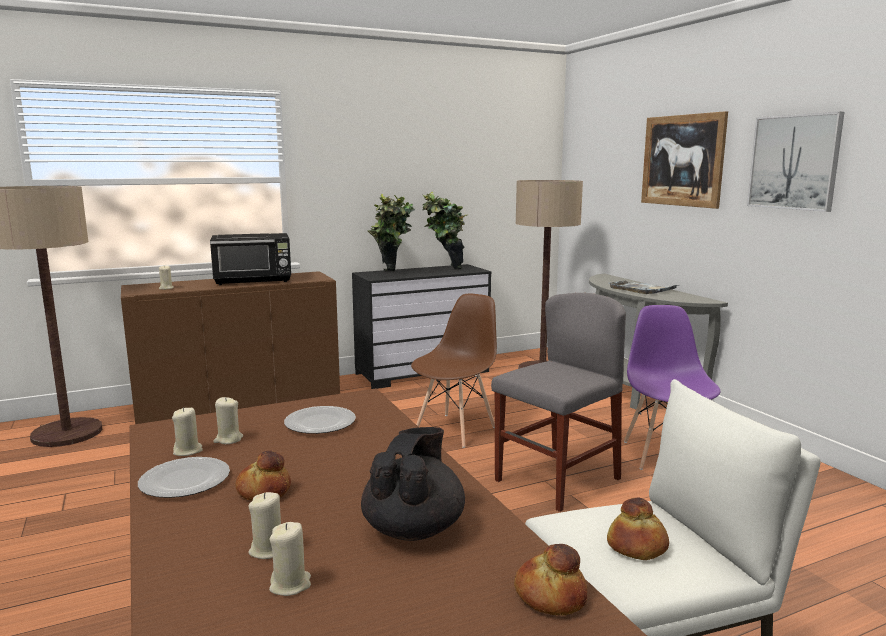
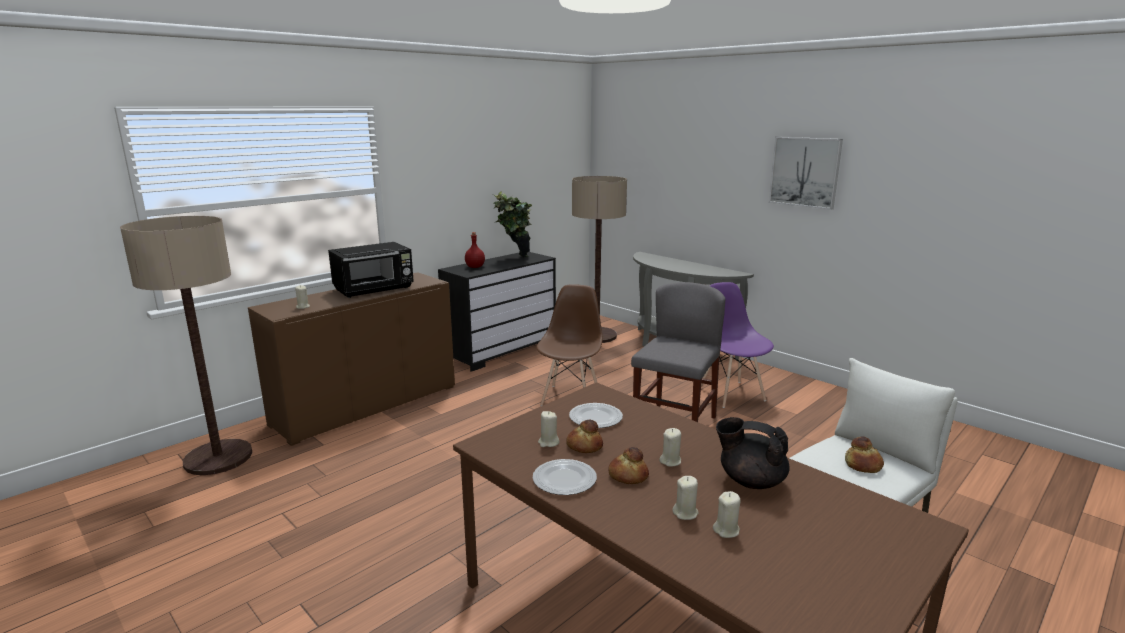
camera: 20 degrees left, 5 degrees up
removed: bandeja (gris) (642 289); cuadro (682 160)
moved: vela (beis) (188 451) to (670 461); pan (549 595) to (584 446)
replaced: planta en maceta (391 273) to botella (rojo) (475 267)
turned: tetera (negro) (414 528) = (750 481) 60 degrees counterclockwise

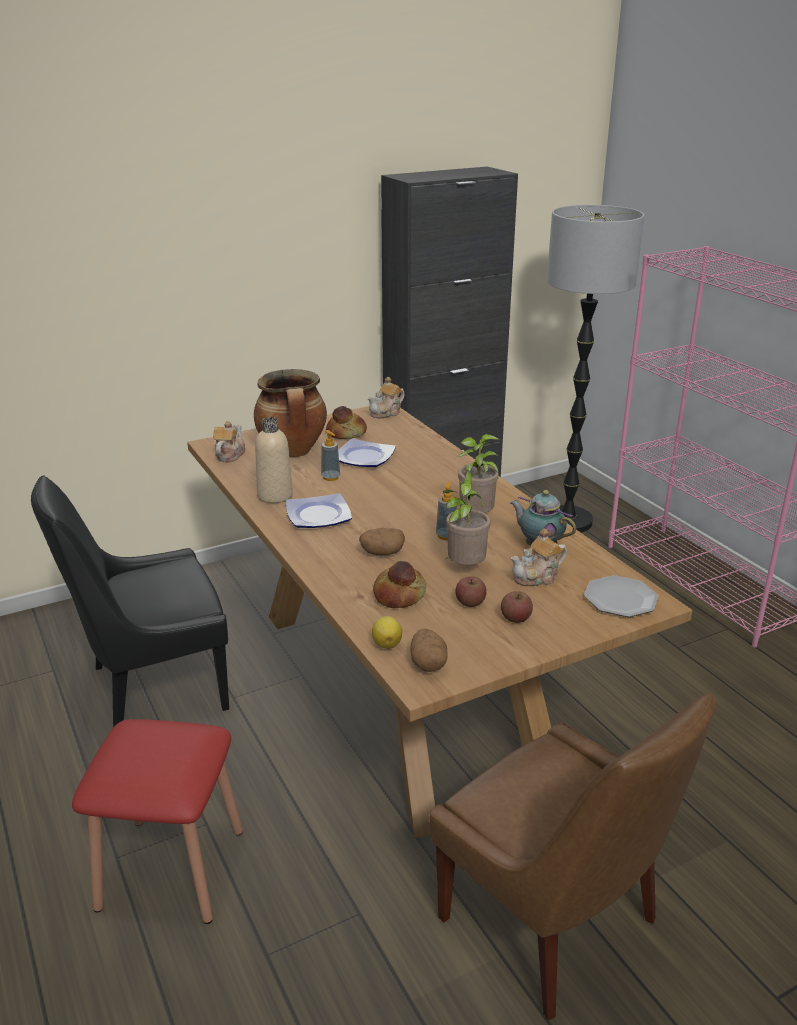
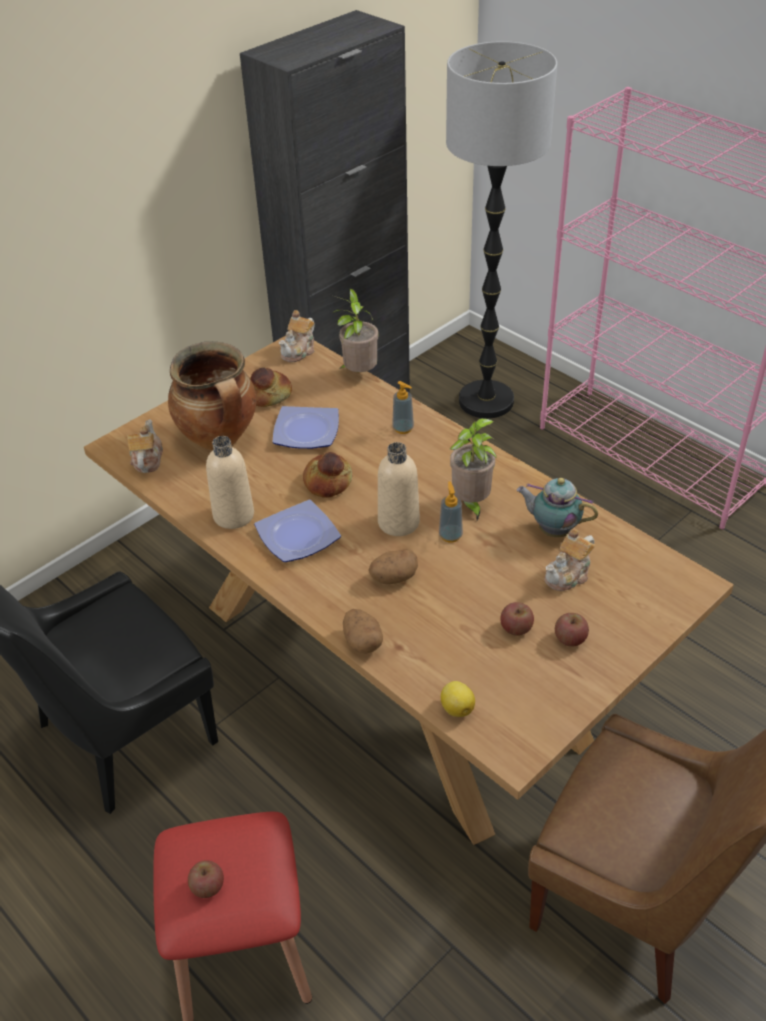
camera: 15 degrees left, 15 degrees up
removed: plato (620 598)
added: manzana (207 886); botella (beis) (398 522)
moved: dispensador de jabón (330 477) to (403 428); pan (400 595) to (328 482); patata (428 663) to (362 641); planta en maceta (464 568) to (358 373)

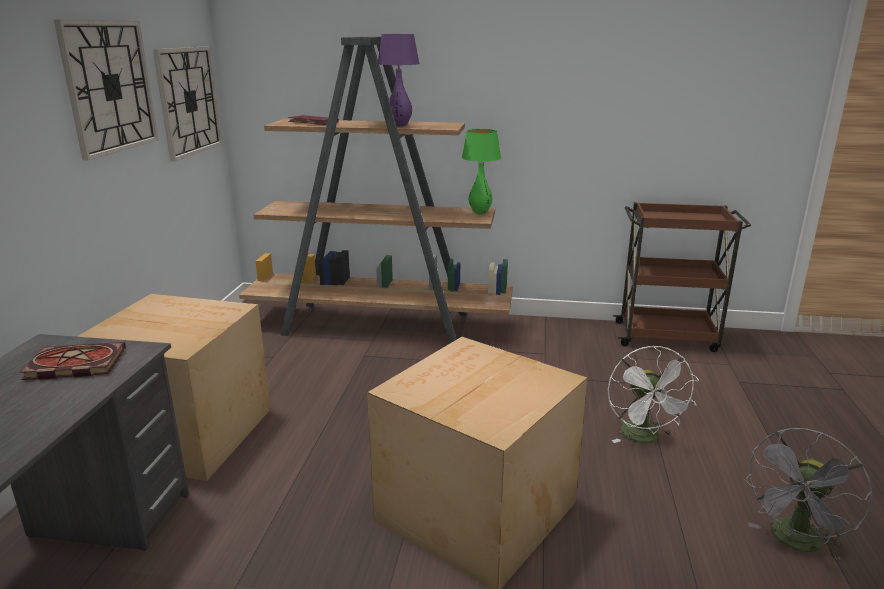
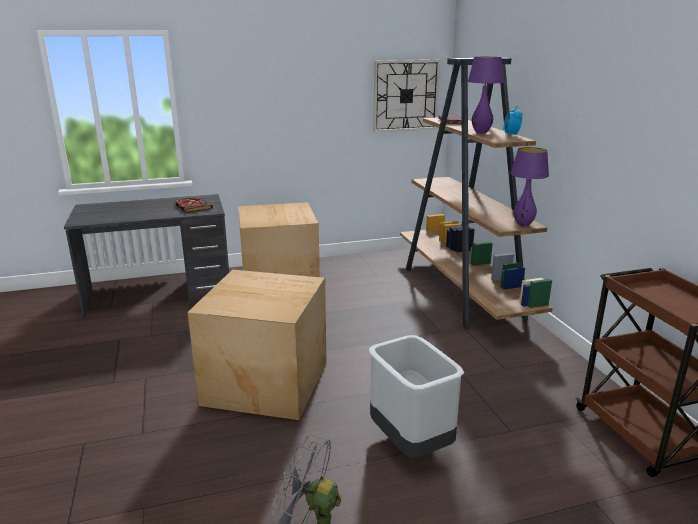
camera: 65 degrees right, 0 degrees up
removed: reloj de pared (109 87)
added: despertador (511 135)
replaced: ventilador (blanco) (645 438) to papelera (gris) (411 443)
recoloured: lámpara de mesa (verde) (479 213) to lámpara de mesa (morado) (523 225)

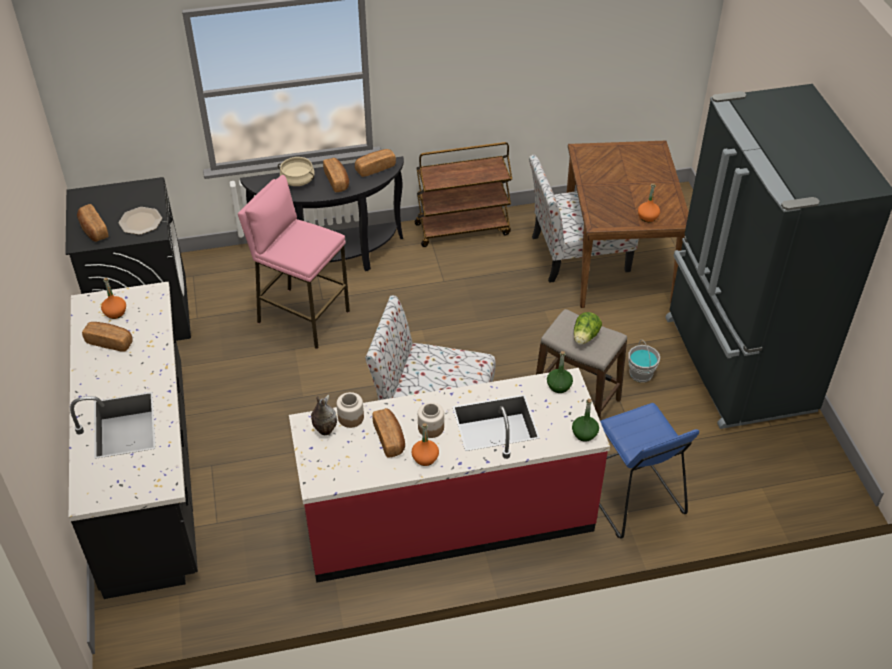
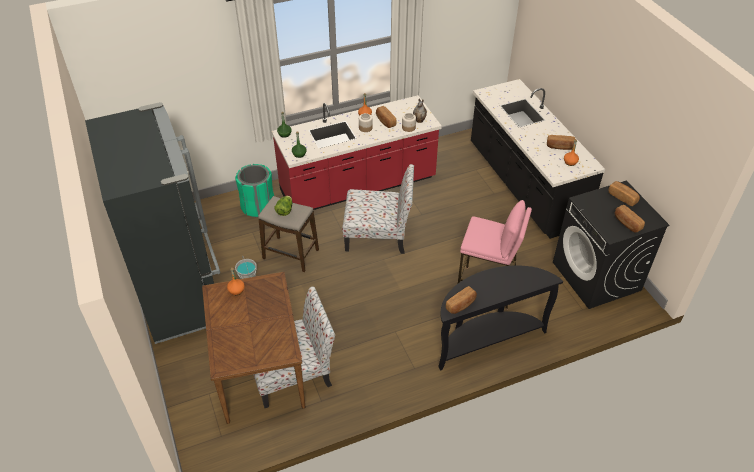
camera: 170 degrees right, 0 degrees up
removed: plato (140 222); olla (beis) (297 180); carrito (marrón) (463 228)
moved: pan (337 181) to (627 223)
replaced: taburete (azul) (633 498) to papelera (verde) (258 206)

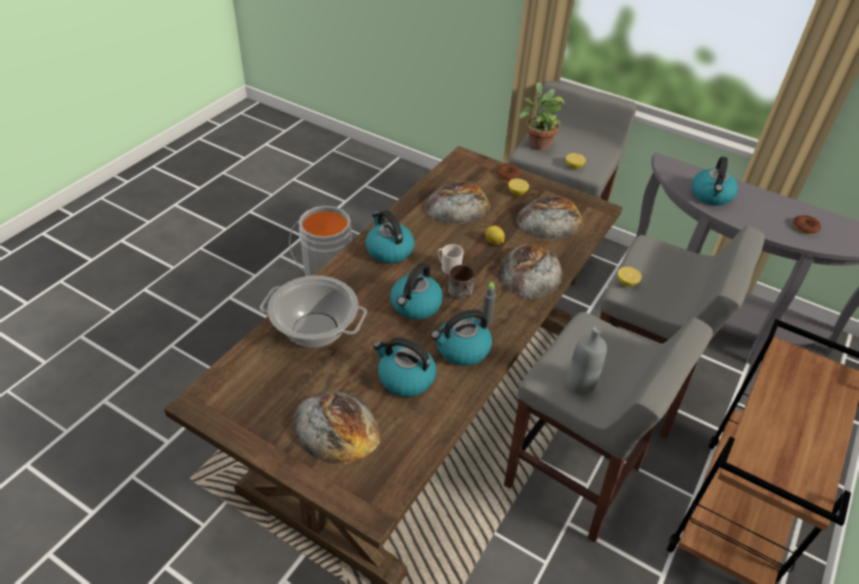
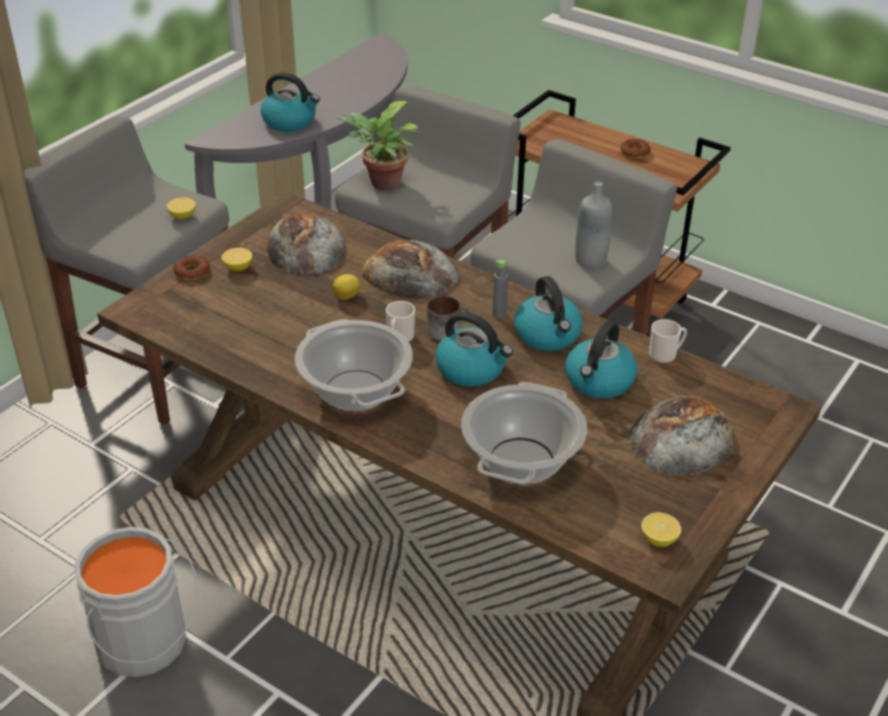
camera: 85 degrees left, 5 degrees down
removed: pan (457 205)
added: taza grande (665 354)
moved: planta en maceta (537 143) to (382 184); limón (627 282) to (659 539); rosquilla (805 227) to (634 152)
replaced: hervidor (389 250) to olla (356 391)

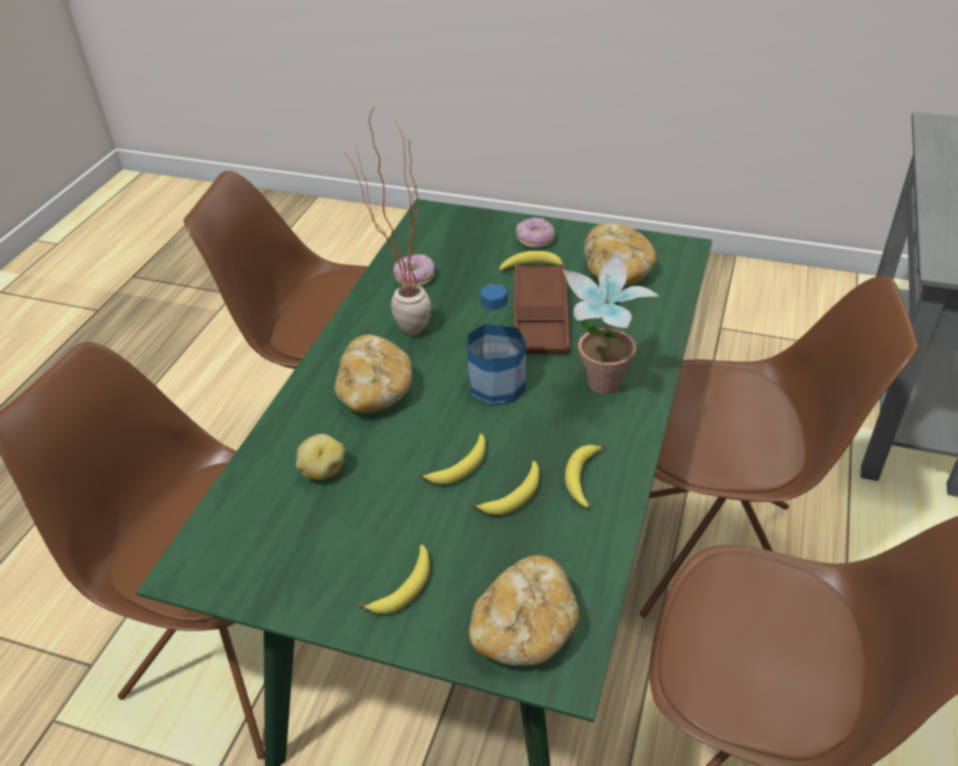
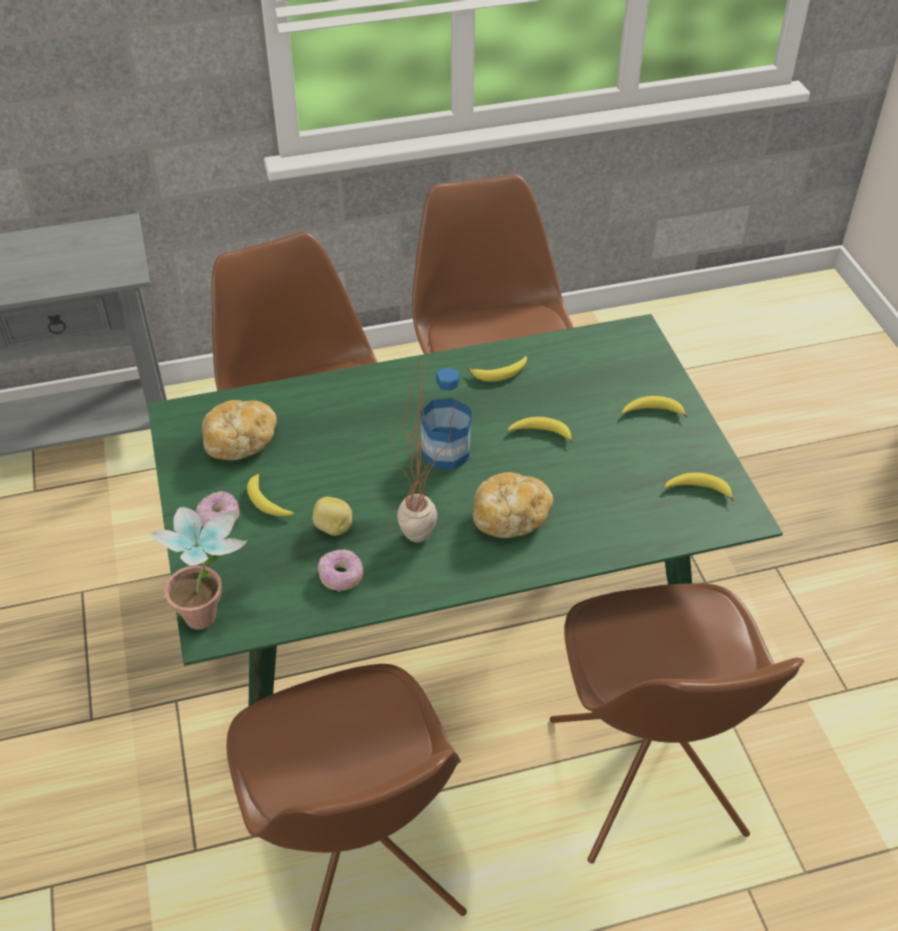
camera: 125 degrees left, 5 degrees up
removed: pan (524 630); bandeja (marrón) (540 317)
moved: patata (322 471) to (333 528); plátano (514 496) to (698 489); planta en maceta (600 392) to (213 615)

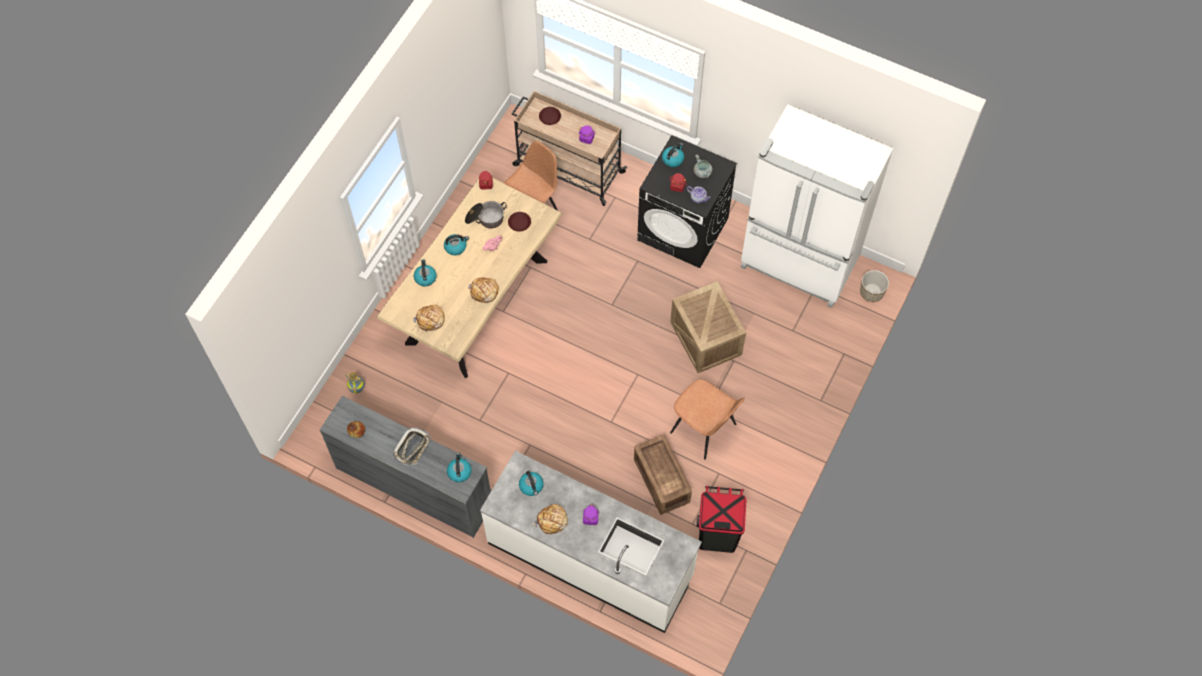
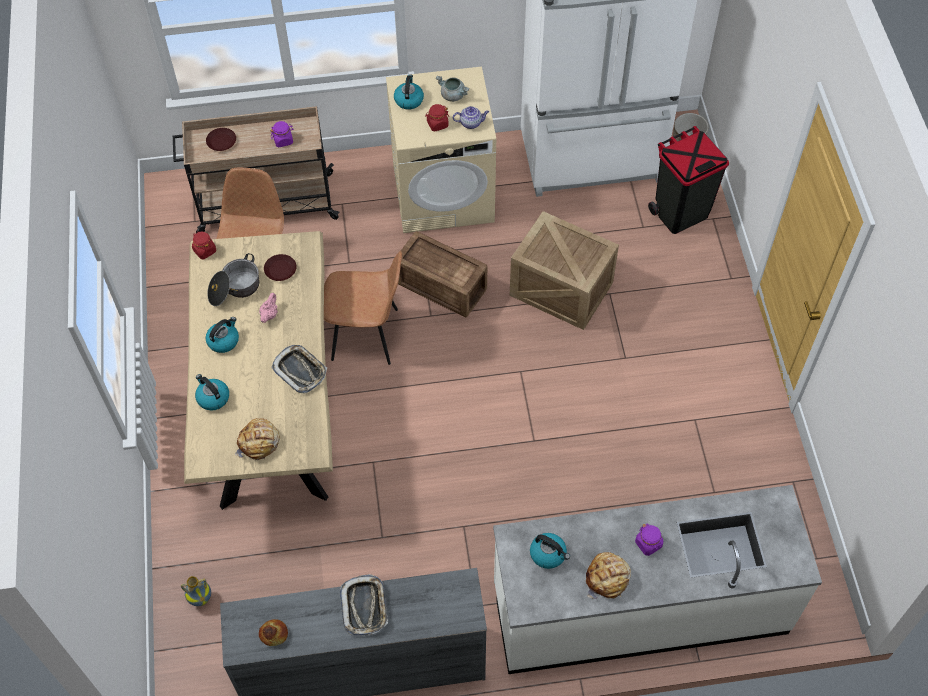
camera: 35 degrees left, 5 degrees down
removed: hervidor (459 471)
moved: caja de embalaje (662 479) to (441 284); silla (marrón) (704 429) to (367 335); papelera (negro) (717 536) to (680 213)
replaced: pan (484 292) to bandeja (300 370)
recoloured: lavadora (negro) (683 229) to lavadora (beis) (444 193)

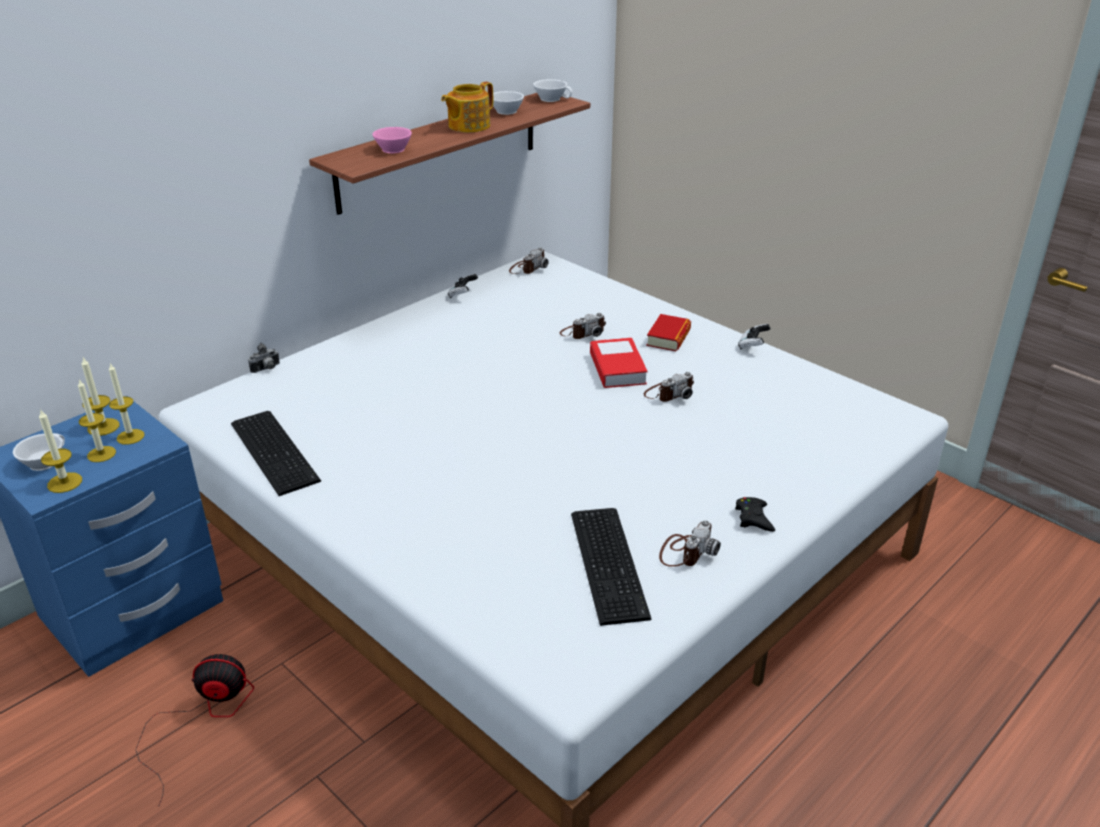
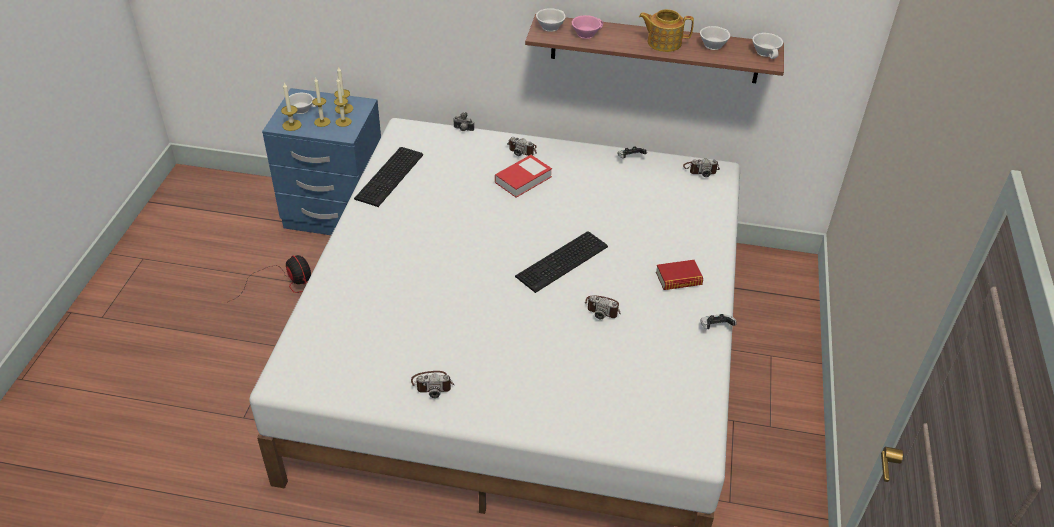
camera: 55 degrees right, 10 degrees up
removed: mando de consola (negro) (753 518)
added: taza (blanco) (550 26)
moved: cámara (583 332) to (522 149); teclado (611 562) to (564 262); libro (617 368) to (523 179)

